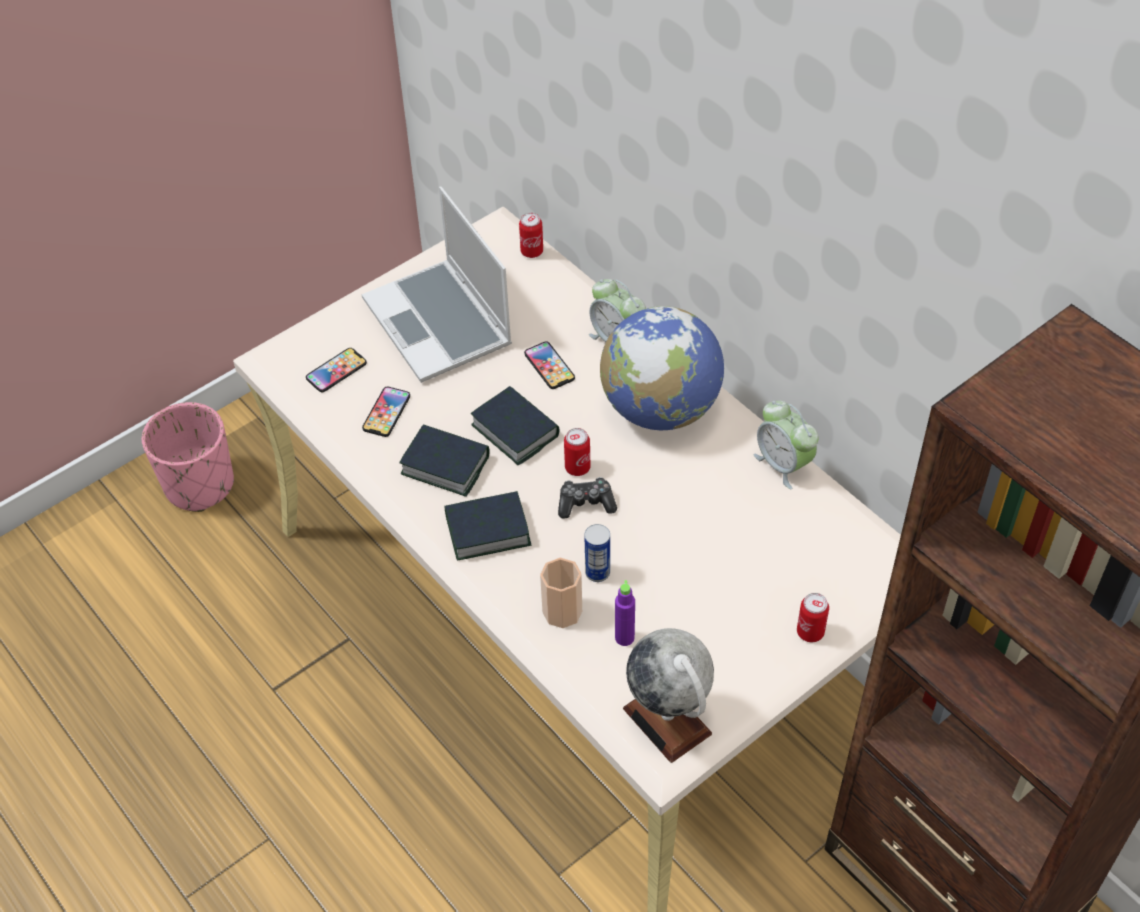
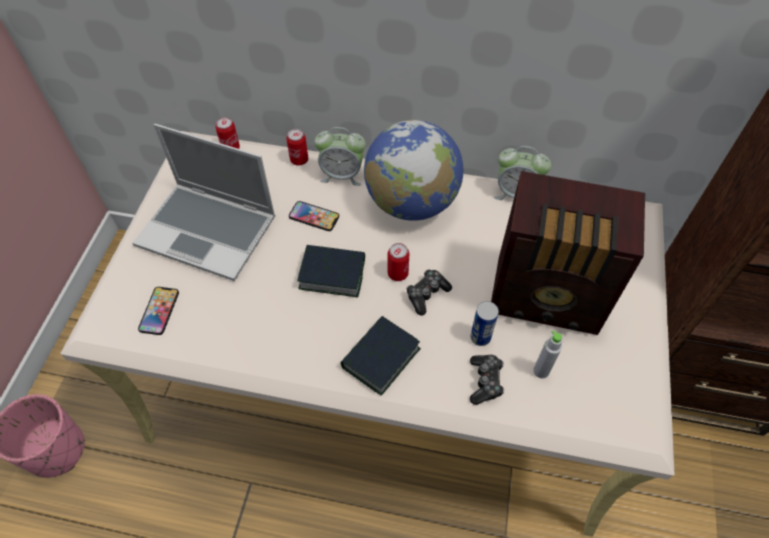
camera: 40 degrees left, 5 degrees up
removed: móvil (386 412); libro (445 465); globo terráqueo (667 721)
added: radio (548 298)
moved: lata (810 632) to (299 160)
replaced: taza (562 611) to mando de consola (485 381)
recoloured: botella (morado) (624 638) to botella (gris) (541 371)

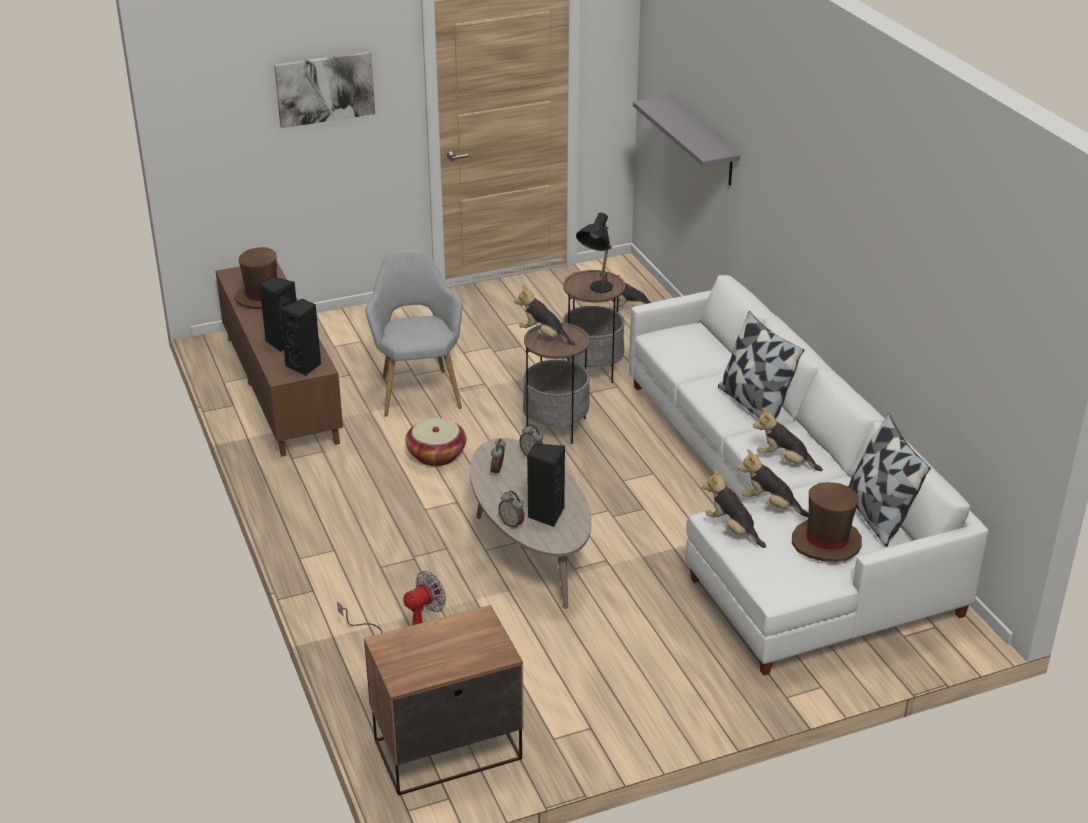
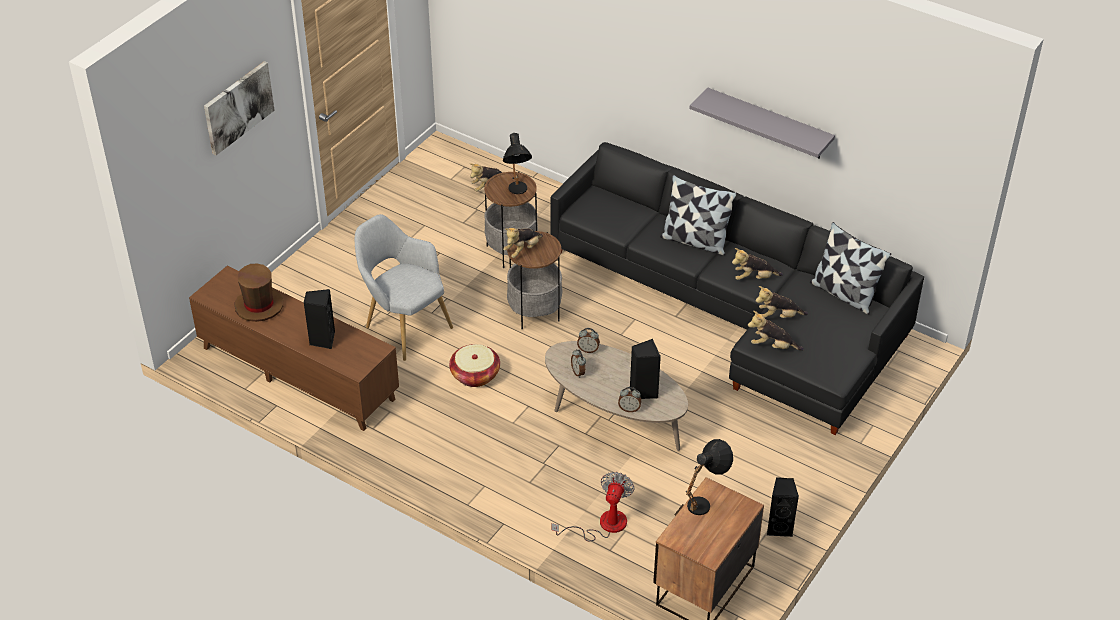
camera: 35 degrees left, 10 degrees up
removed: sombrero (marrón) (826 542)
added: lámpara de mesa (negro) (705 502)
moved: altavoz (negro) (305 366) to (779 527); estante (gris) (701 141) to (768 124)
recoloured: sofá (blanco) (778 510) to sofá (negro) (738 310)
turned: peluche (544 336) = (522 250) 45 degrees counterclockwise

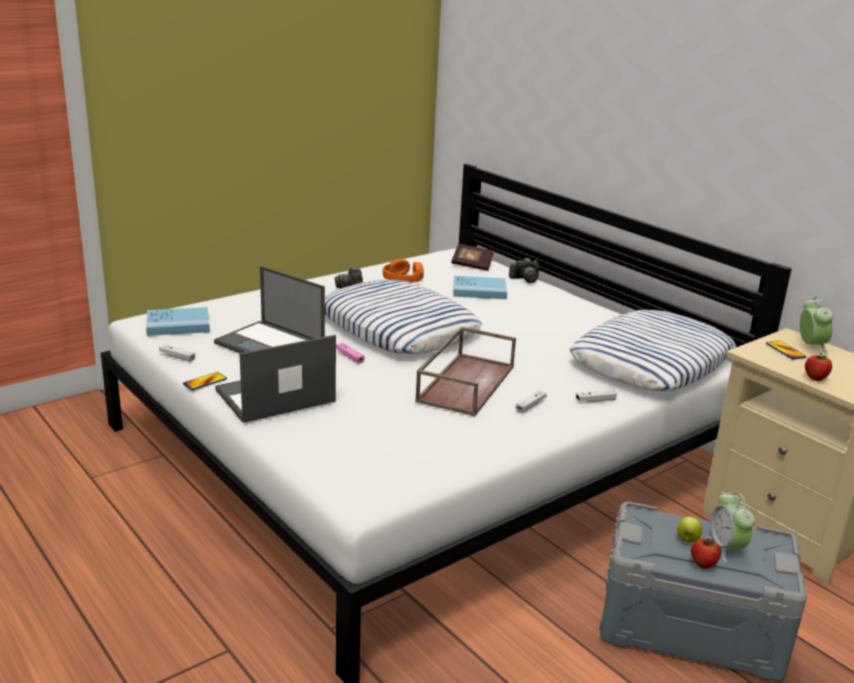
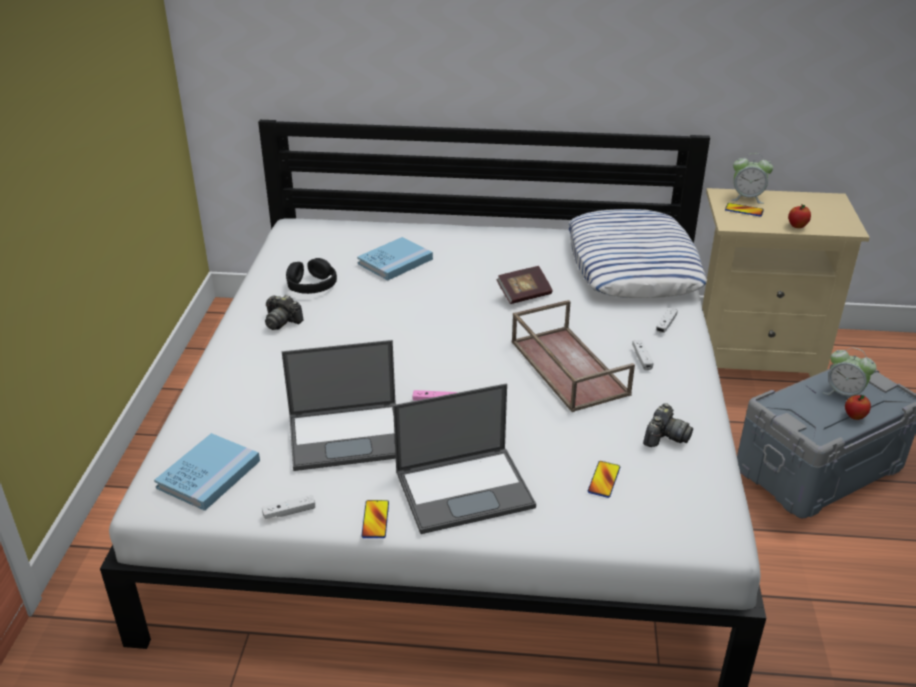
camera: 45 degrees left, 10 degrees up
removed: cojín (398 328); manzana (687 539)
added: móvil (604 480)
moved: libro (472 265) to (524 294); cámara (525 279) to (665 437)
recoloured: auriculares (naranja) (403 279) to auriculares (negro) (311 285)
turned: portátil (274 396) = (466 488) 120 degrees counterclockwise; despertador (810 346) = (747 198) 150 degrees clockwise

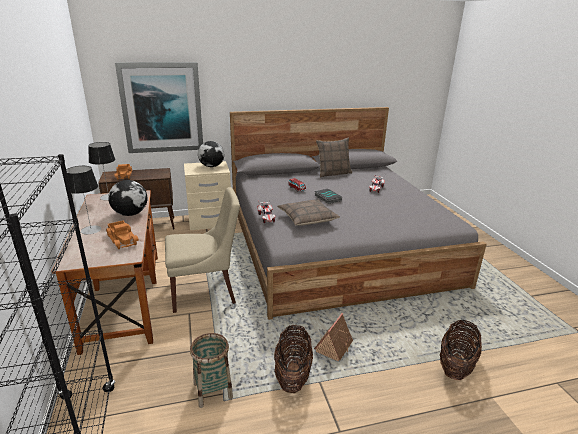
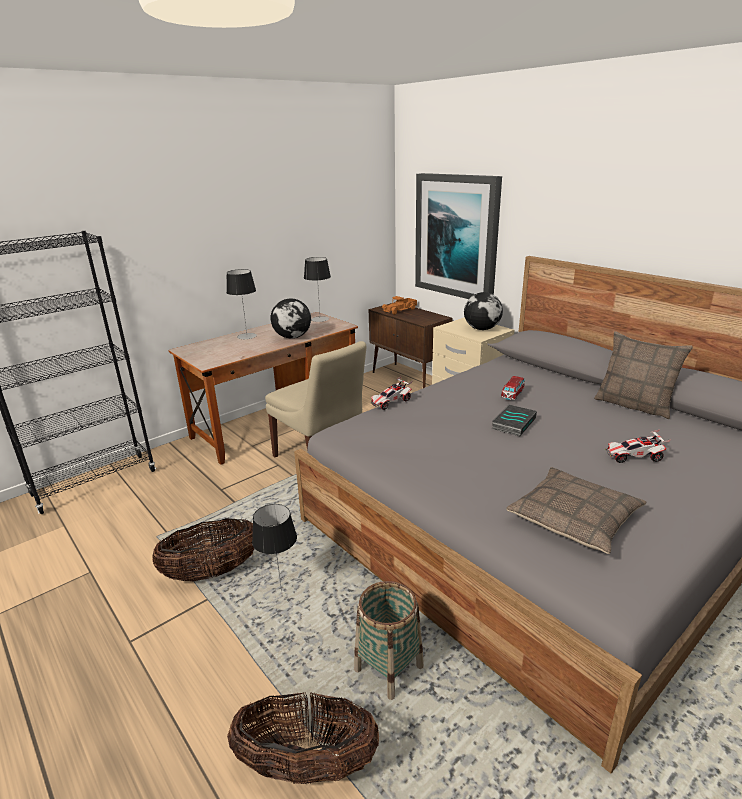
camera: 65 degrees right, 0 degrees up
removed: camión de juguete (123 239)
moved: cesta (212 390) to (388 668); cojín (307 218) to (574 518)
replaced: casita (334 346) to lámpara de mesa (281 592)

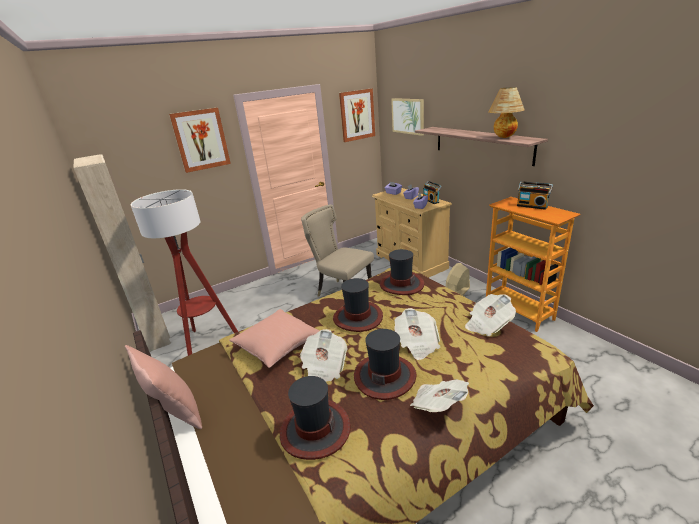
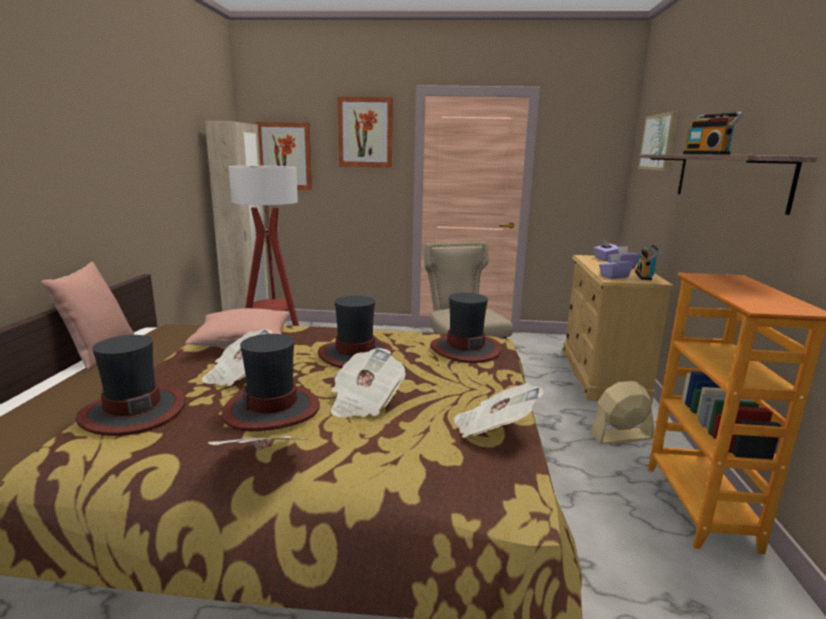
camera: 35 degrees right, 10 degrees down
removed: lámpara de mesa (503 137)
moved: cuadro (357 115) to (285 156); radio (532 206) to (707 154)

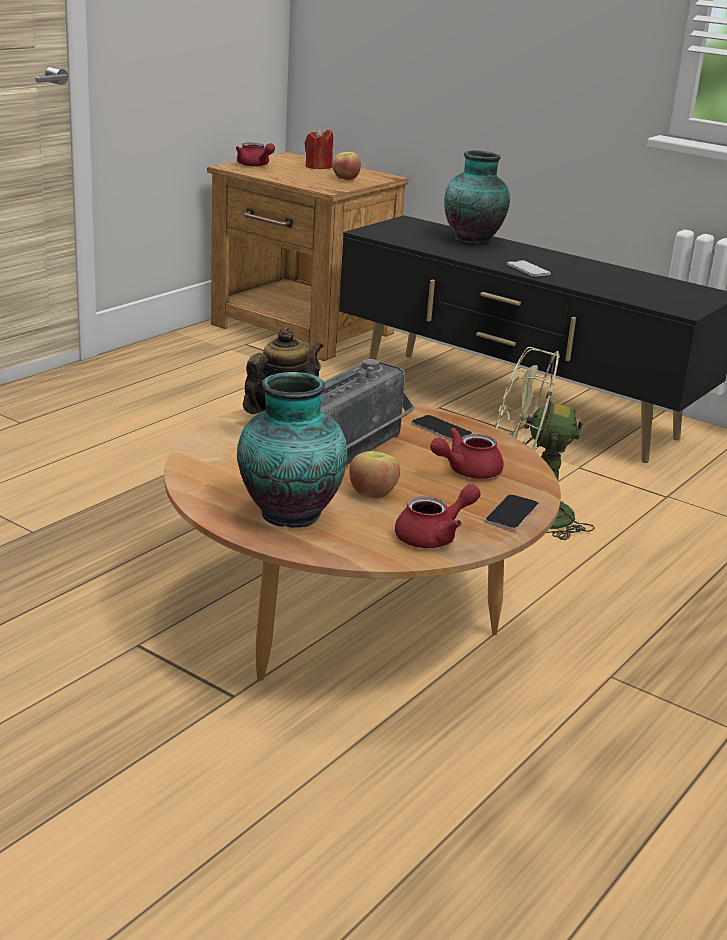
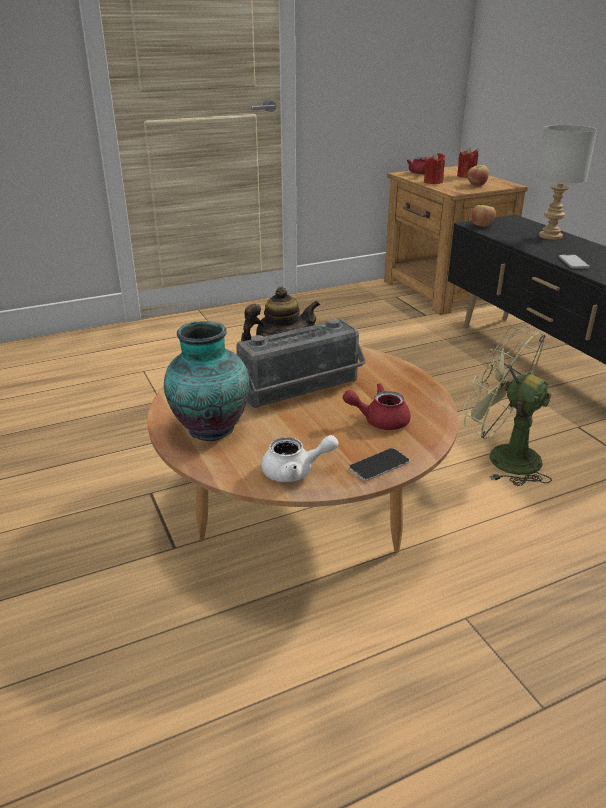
camera: 30 degrees right, 5 degrees up
removed: móvil (441 429)
added: vela (rojo) (433 182)
moved: manzana (373 493) to (482 225)
replaced: florero (473 240) to lámpara de mesa (gris) (551 236)
recoloured: tetera (rojo) (434 536) to tetera (blanco) (295 471)

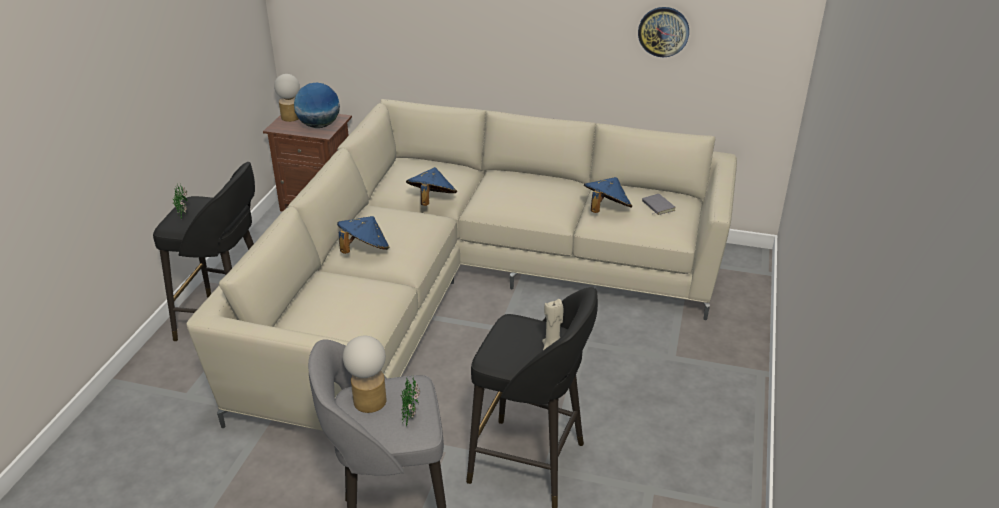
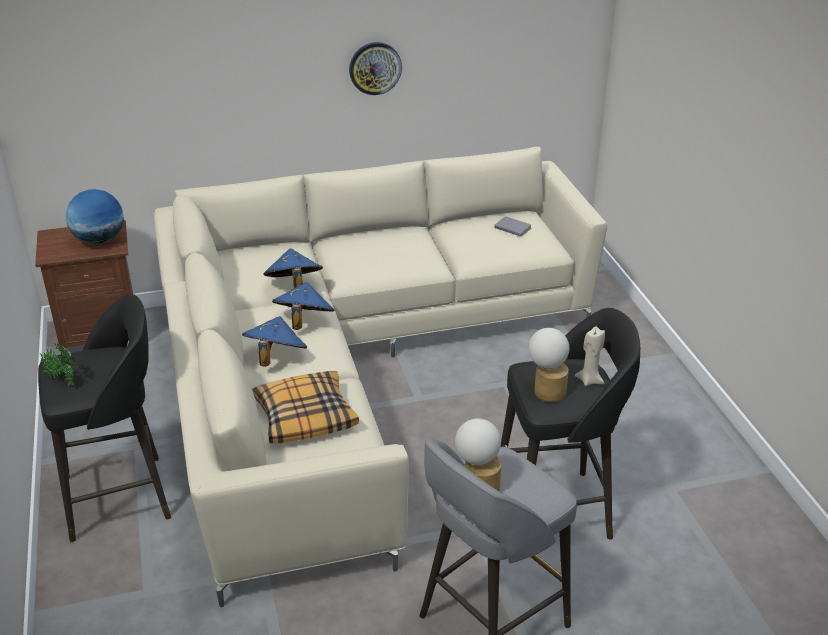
camera: 30 degrees left, 0 degrees up
removed: planta en maceta (409 414)
added: cojín (305 416)
moved: lámpara de mesa (291 116) to (546 389); sombrero (azul) (606 210) to (304 322); reloj de pared (663 31) to (375 68)

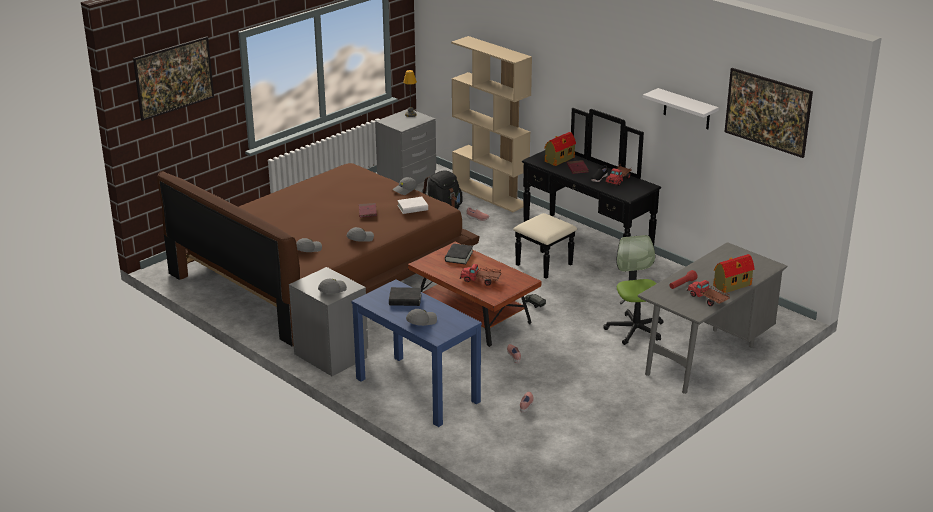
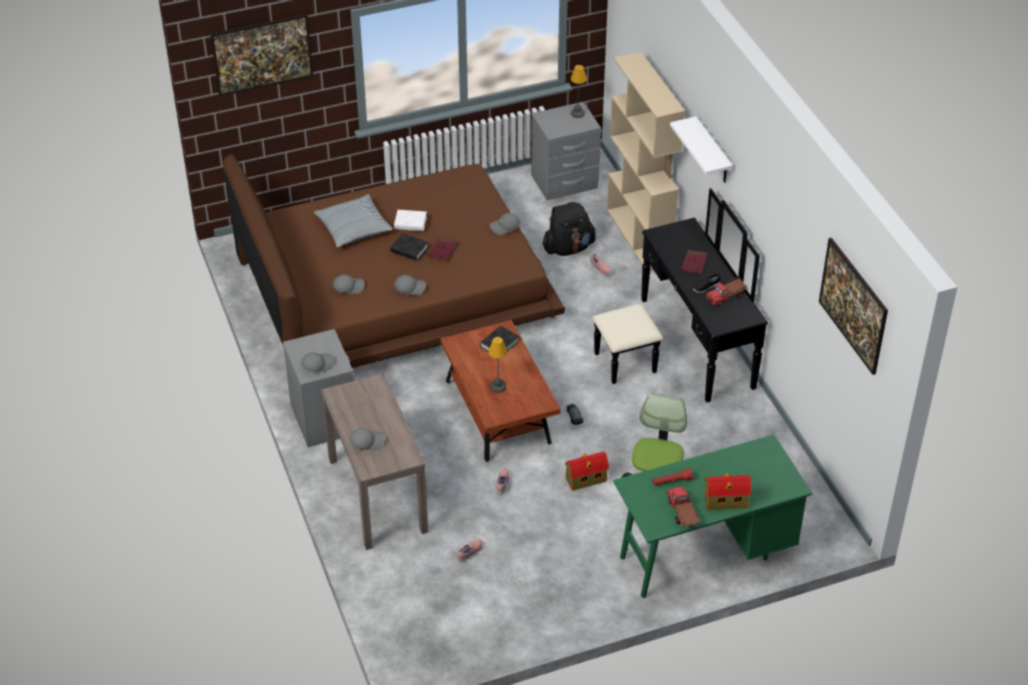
camera: 25 degrees right, 15 degrees up
added: cojín (353 228)
moved: libro (negro) (405 300) to (409 250); libro (blanco) (412 208) to (410 223); casita (559 159) to (585 480); estante (blanco) (687 109) to (713 152)
replaced: camión de juguete (481 280) to lámpara de mesa (498 387)
recoloured: mesa consola (azul) (417 390) to mesa consola (marrón) (377 494); escritorio (gris) (706 356) to escritorio (verde) (704 555)

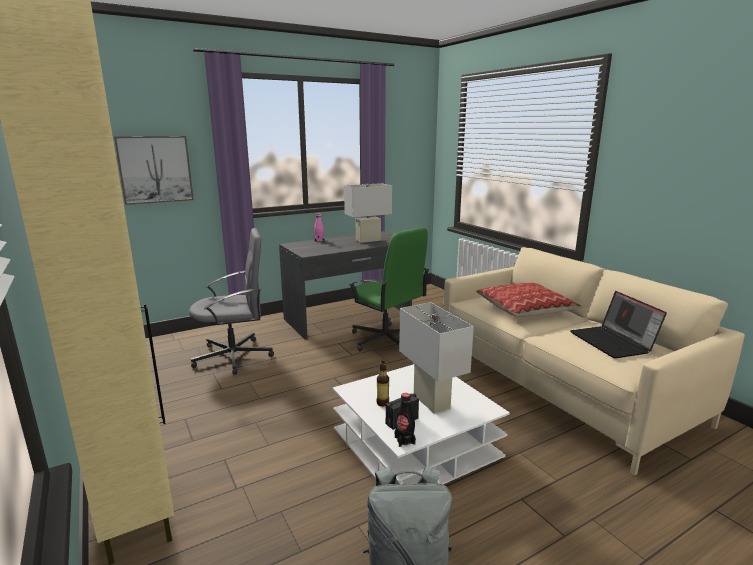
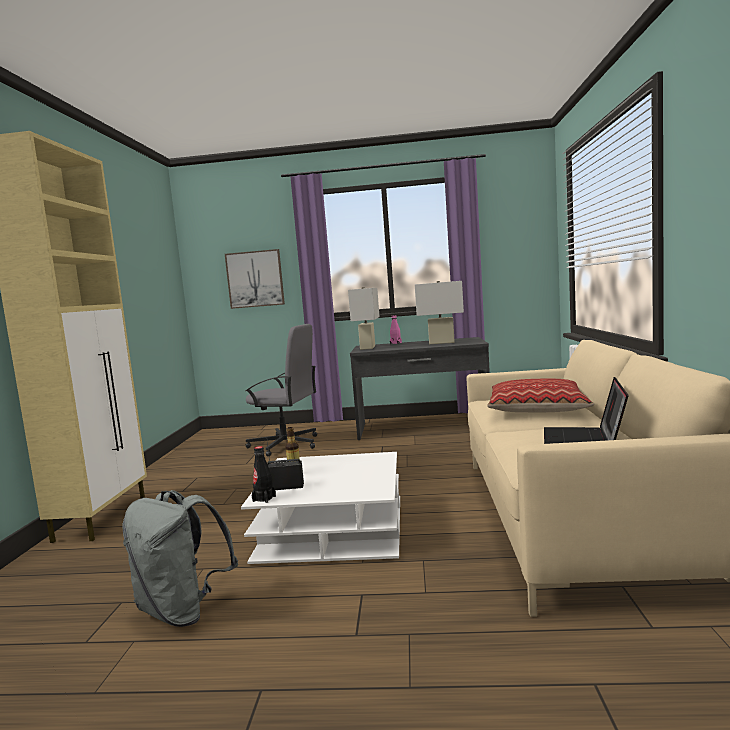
camera: 35 degrees right, 10 degrees down
removed: silla de oficina (verde) (386 340)
moved: lámpara de mesa (blanco) (431 401) to (367 347)

